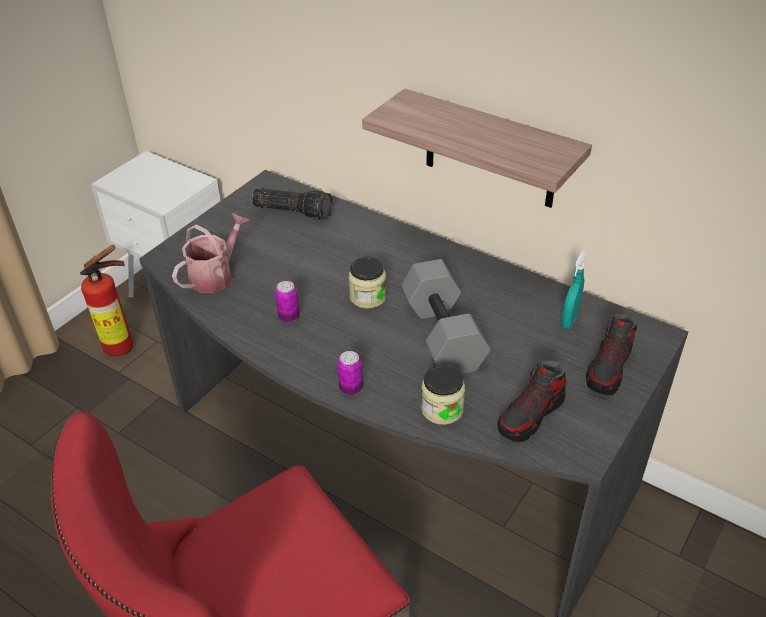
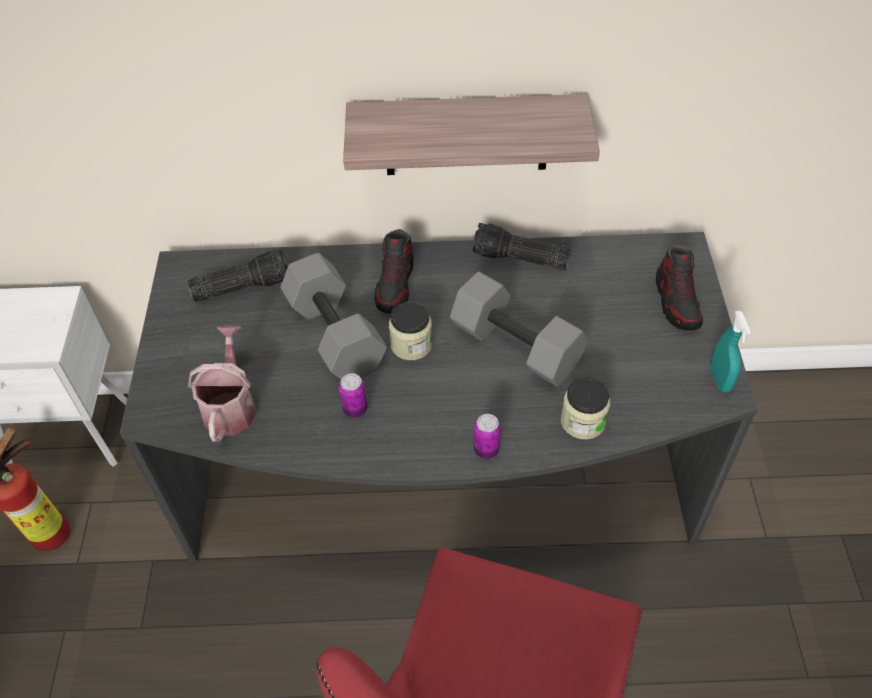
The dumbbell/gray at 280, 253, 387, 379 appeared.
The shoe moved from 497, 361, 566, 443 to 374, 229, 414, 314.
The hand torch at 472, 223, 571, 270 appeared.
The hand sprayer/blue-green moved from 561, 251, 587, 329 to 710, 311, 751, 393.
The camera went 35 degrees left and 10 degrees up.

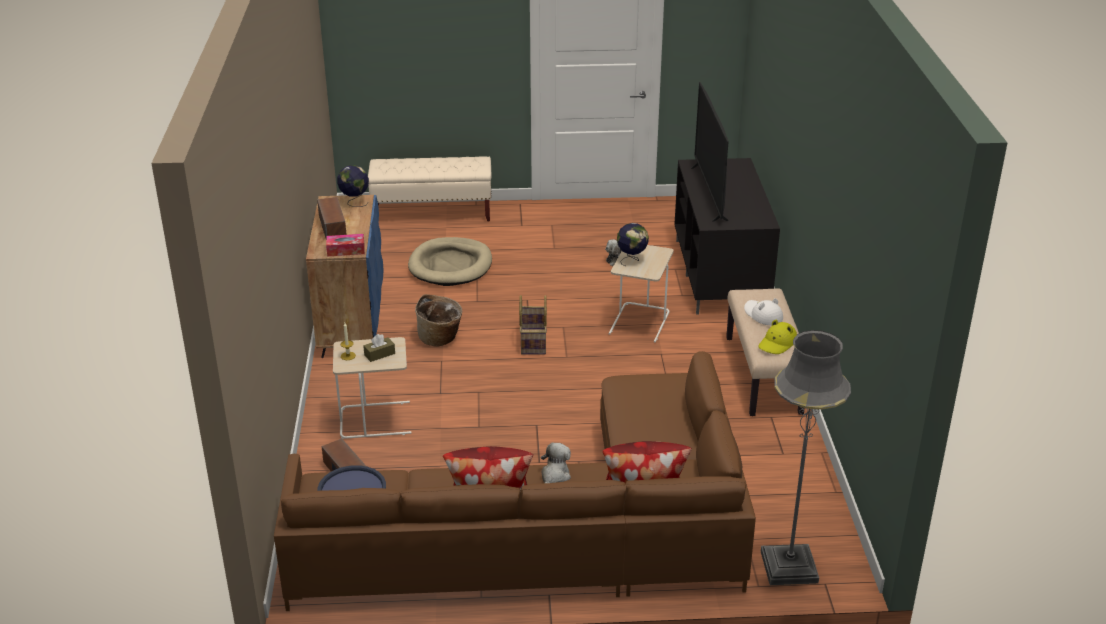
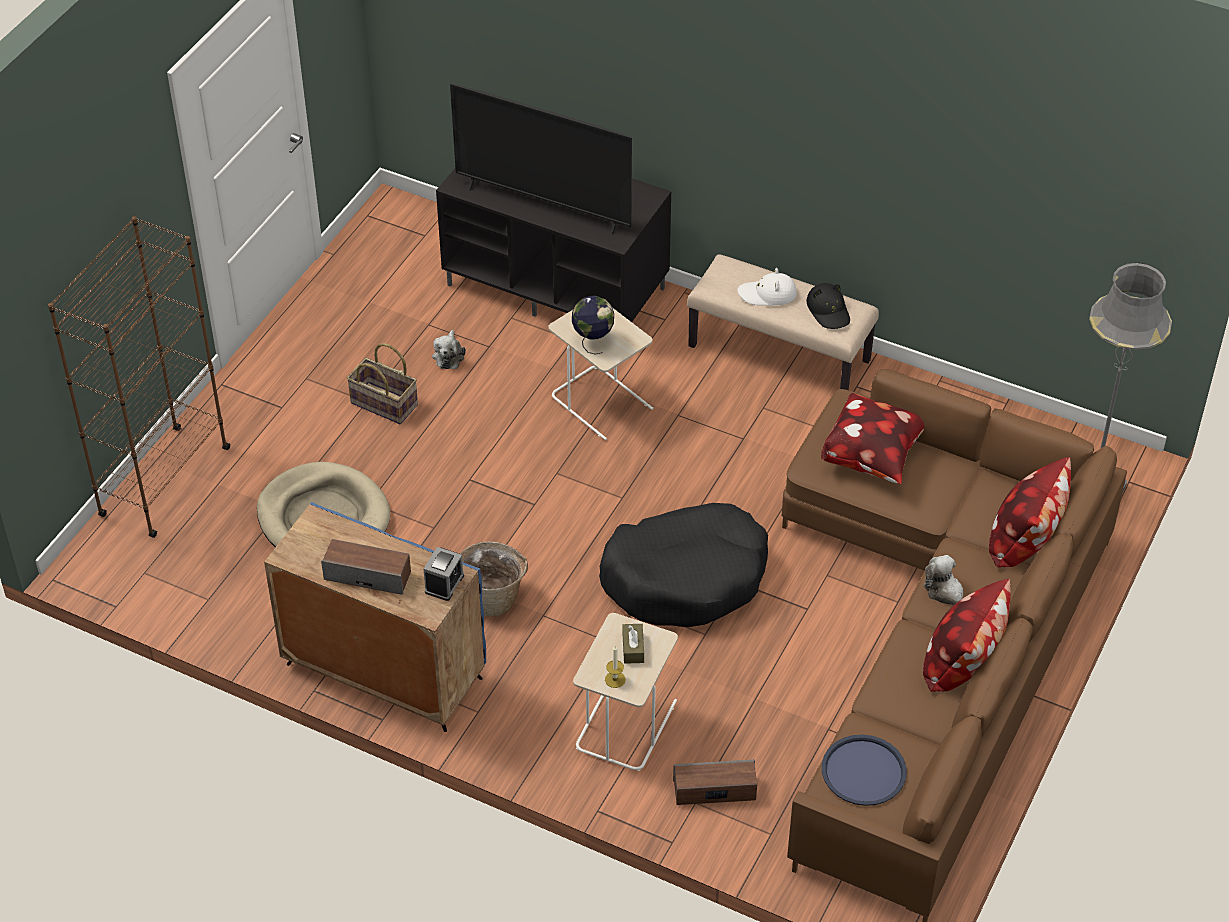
The long seat/beige at 368, 156, 492, 221 was replaced by the bookshelf/brown at 48, 216, 231, 538.
The storage basket moved from 519, 295, 547, 355 to 347, 343, 418, 424.
The tissue box at 326, 234, 365, 256 was replaced by the bedside clock at 424, 547, 464, 601.
The pet bed/black at 599, 503, 768, 627 appeared.
The clothing hat/yellow at 758, 320, 797, 354 became the clothing hat/black at 807, 283, 850, 329.
The cushion at 821, 393, 924, 484 appeared.
The world globe at 337, 165, 369, 207 disappeared.
The camera went 60 degrees left and 15 degrees up.

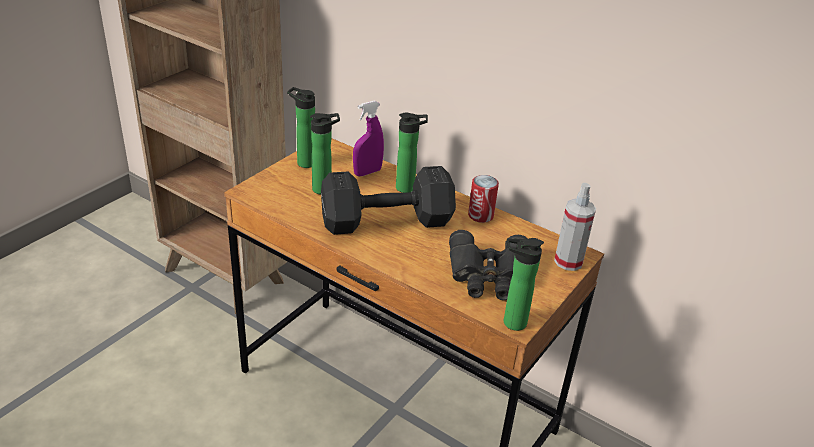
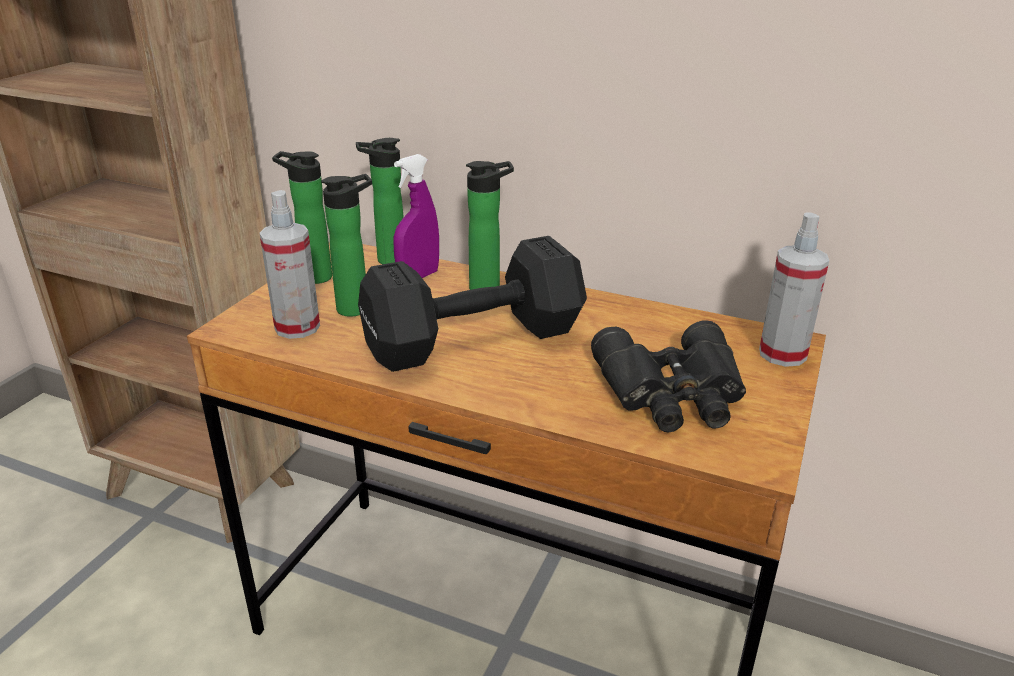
The hand sprayer at 259, 190, 320, 339 appeared.
The beverage bottle moved from 504, 238, 544, 331 to 356, 138, 403, 264.
The metal can at 468, 175, 499, 223 disappeared.
The camera went 10 degrees left and 5 degrees down.

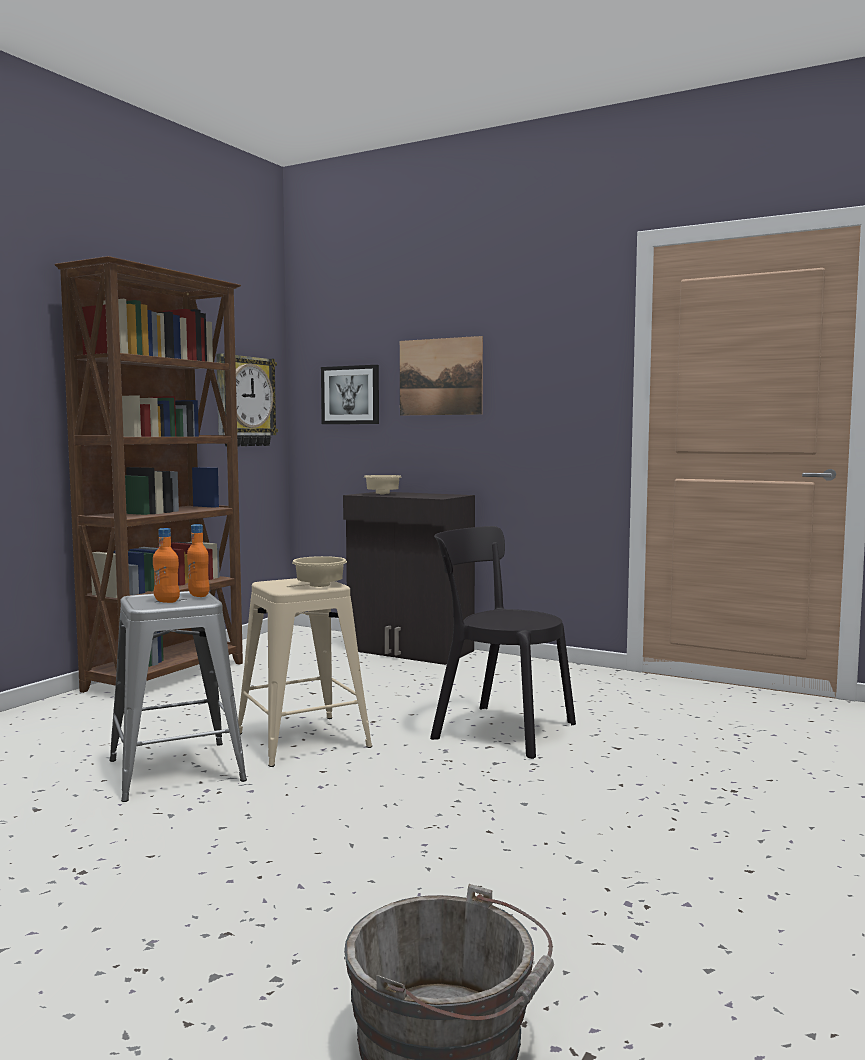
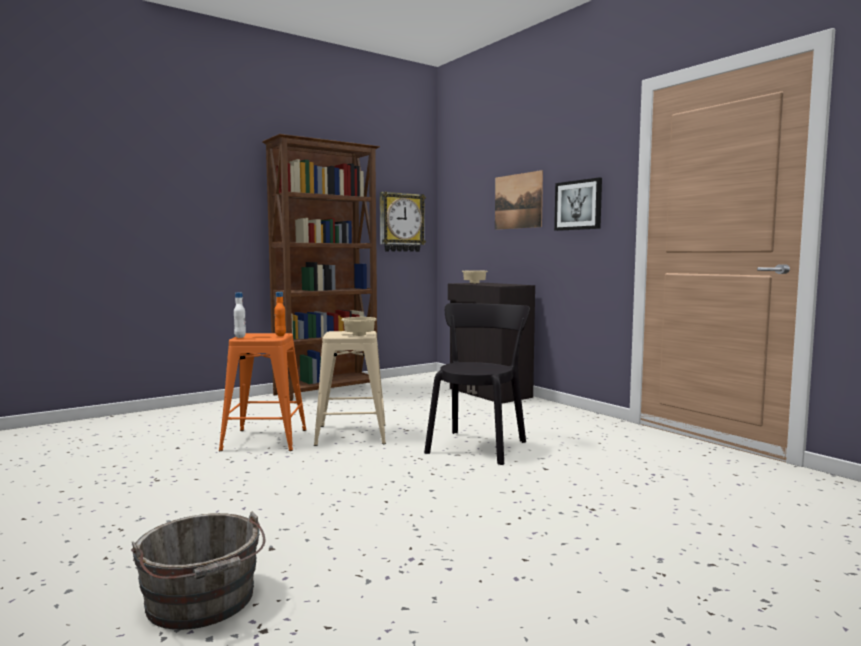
The stool/gray at 109, 591, 247, 802 became the stool/orangey at 219, 333, 306, 451.
The beverage bottle/whitish at 234, 293, 246, 338 appeared.
The upright chair/black at 430, 526, 576, 759 turned 60 degrees clockwise.
The picture moved from 321, 365, 379, 424 to 554, 178, 602, 231.
The beverage bottle/orangey at 153, 528, 180, 603 disappeared.
The camera went 25 degrees right and 0 degrees up.

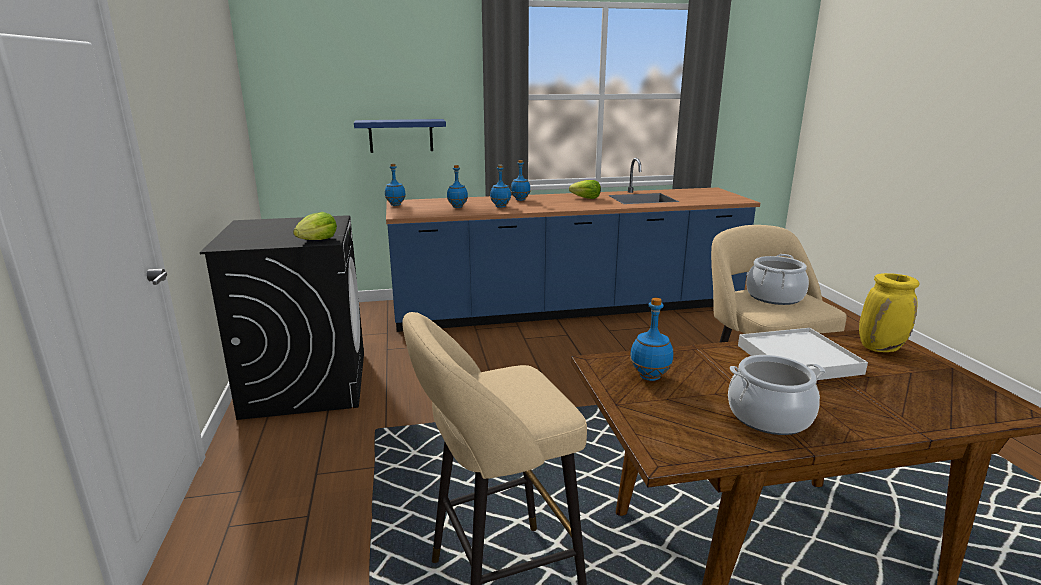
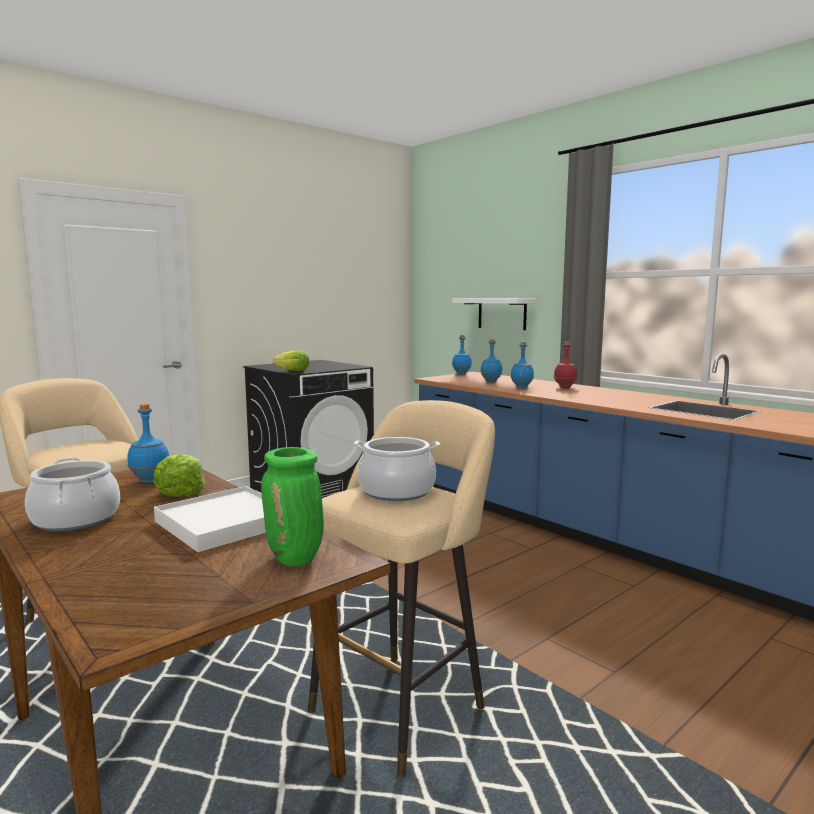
The lettuce head moved from 569, 180, 601, 199 to 153, 454, 205, 497.
The flower vase/yellow at 859, 273, 920, 352 became the flower vase/green at 261, 447, 324, 566.
The bracket shelf/blue at 354, 119, 446, 153 became the bracket shelf/whitish at 452, 298, 537, 330.
The beverage bottle/blue at 511, 160, 531, 201 became the beverage bottle/red-coloured at 554, 342, 577, 388.
The camera went 60 degrees right and 10 degrees down.

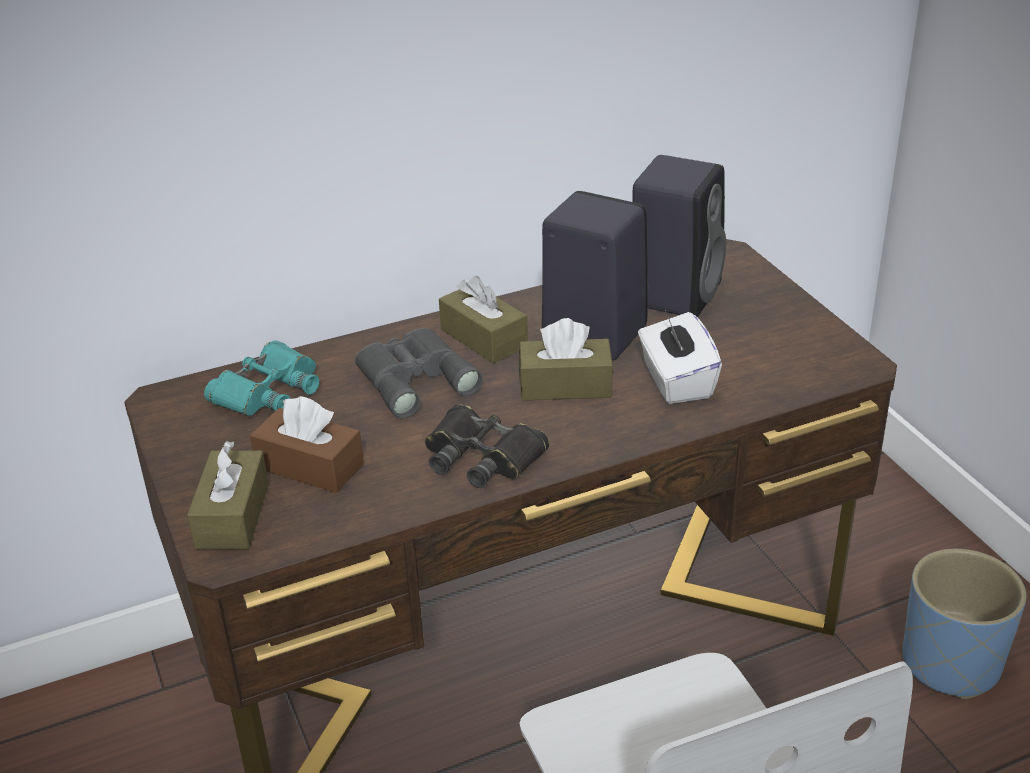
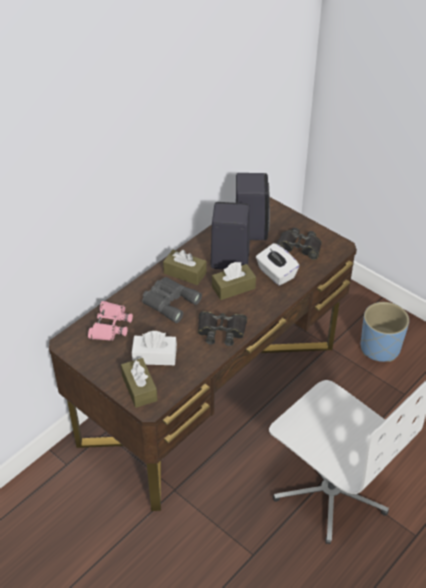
The binoculars/blue-green at 204, 340, 319, 416 became the binoculars/pinkish at 88, 301, 133, 341.
The tissue box/brown at 250, 396, 364, 493 became the tissue box/whitish at 132, 331, 177, 365.
The binoculars/black at 276, 228, 322, 260 appeared.
The camera went 25 degrees left and 10 degrees up.

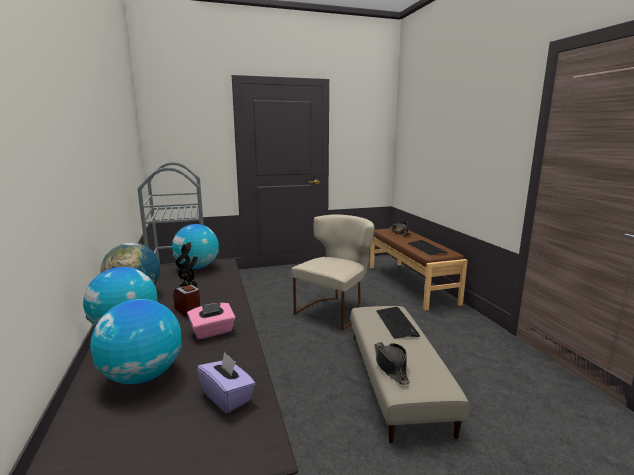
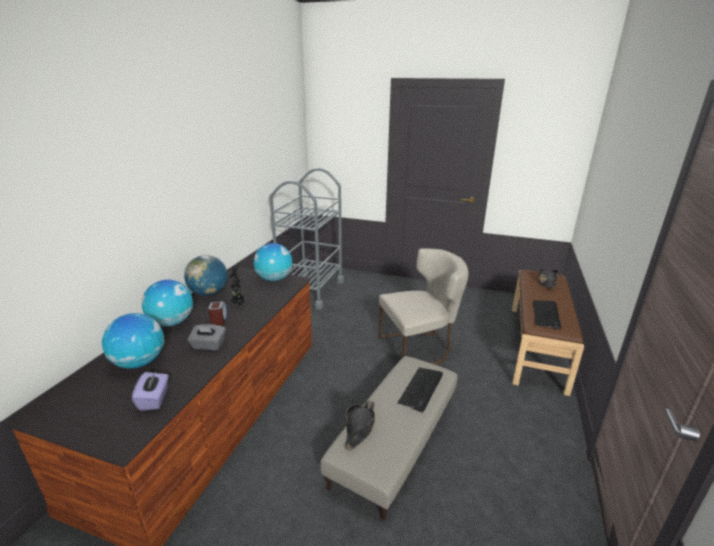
The tissue box/pinkish at 187, 302, 236, 340 became the tissue box/gray at 188, 324, 226, 350.
The camera went 35 degrees right and 10 degrees up.

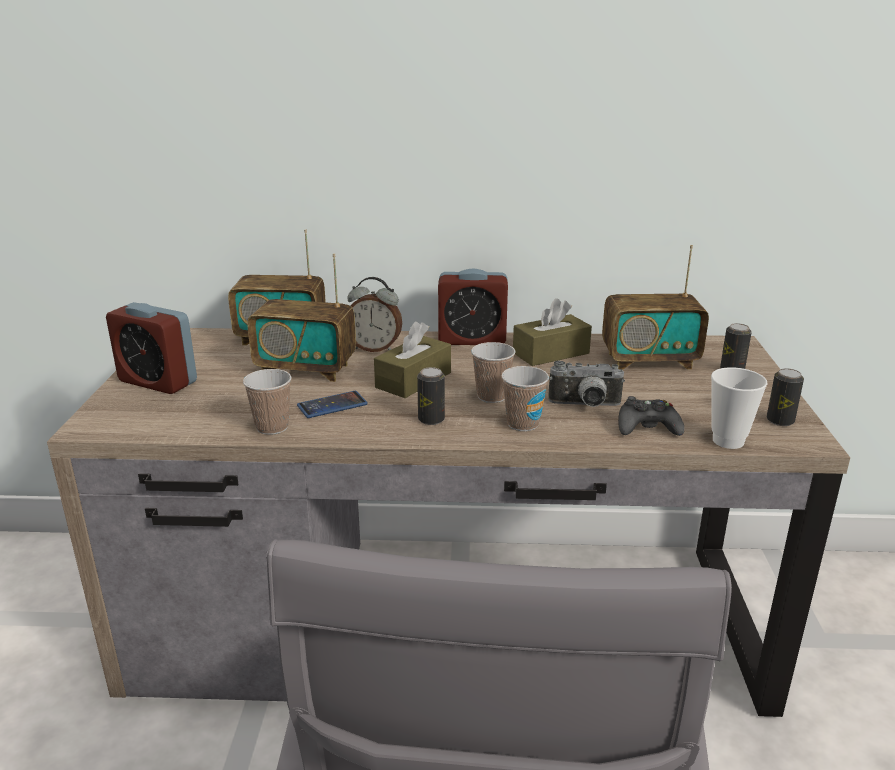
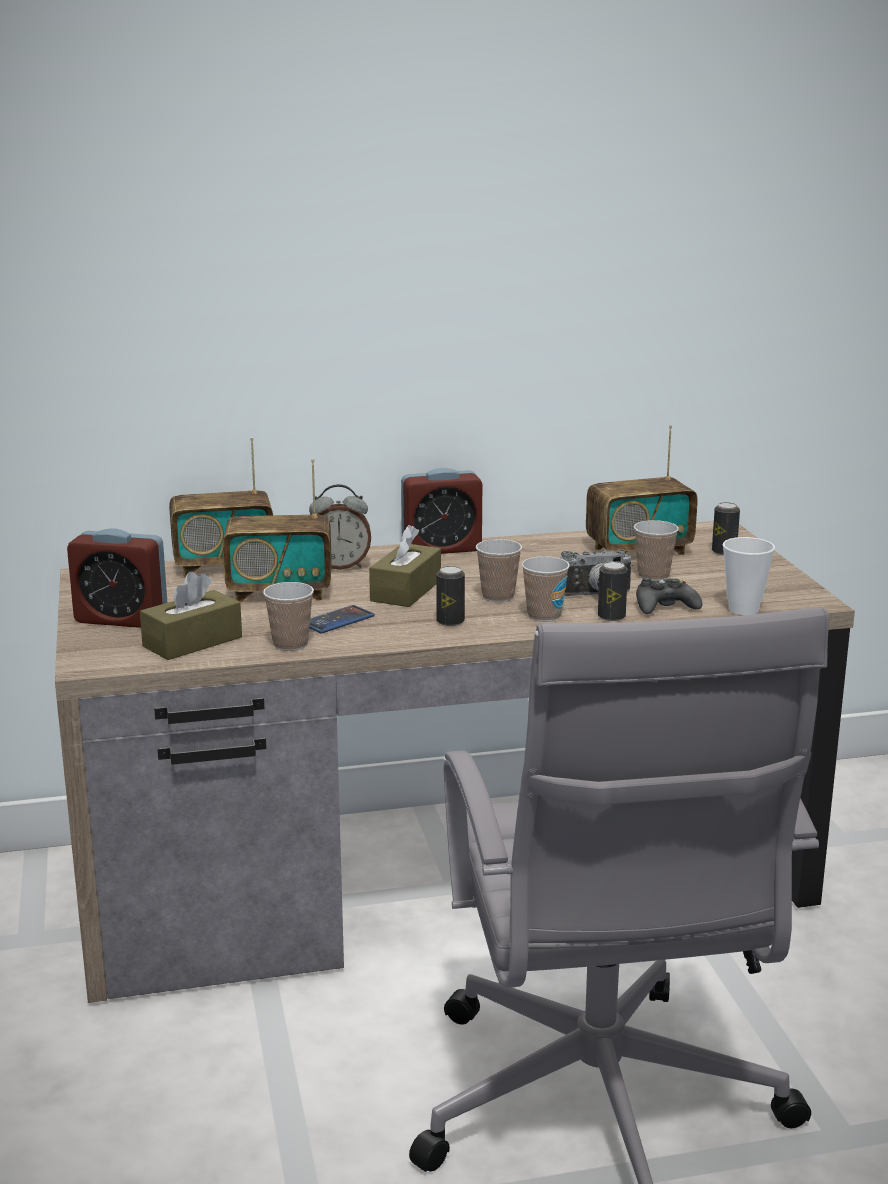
The tissue box/brown moved from 513, 298, 592, 366 to 140, 571, 242, 660.
The metal can moved from 767, 368, 804, 426 to 598, 561, 628, 621.
The cup at 634, 520, 679, 581 appeared.
The camera went 15 degrees left and 5 degrees down.

